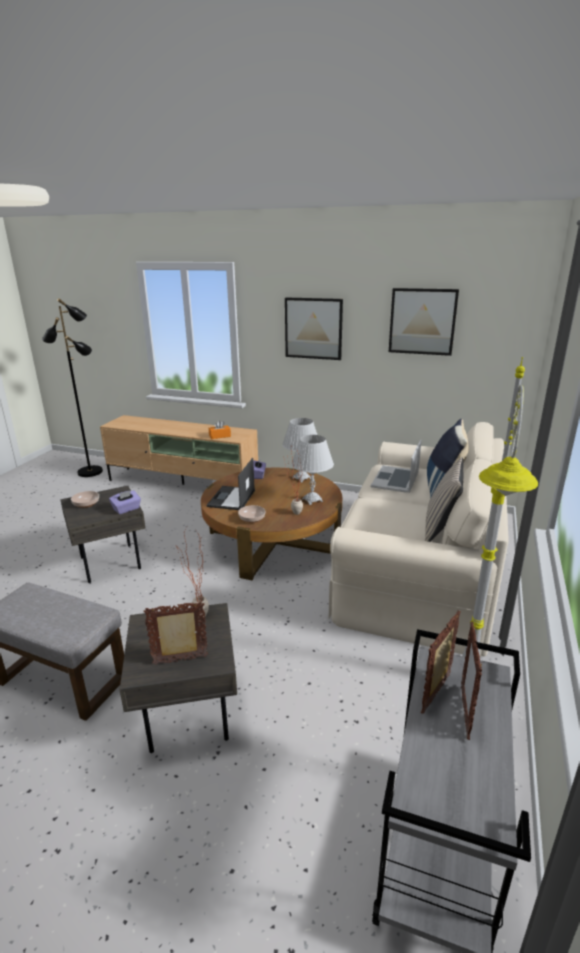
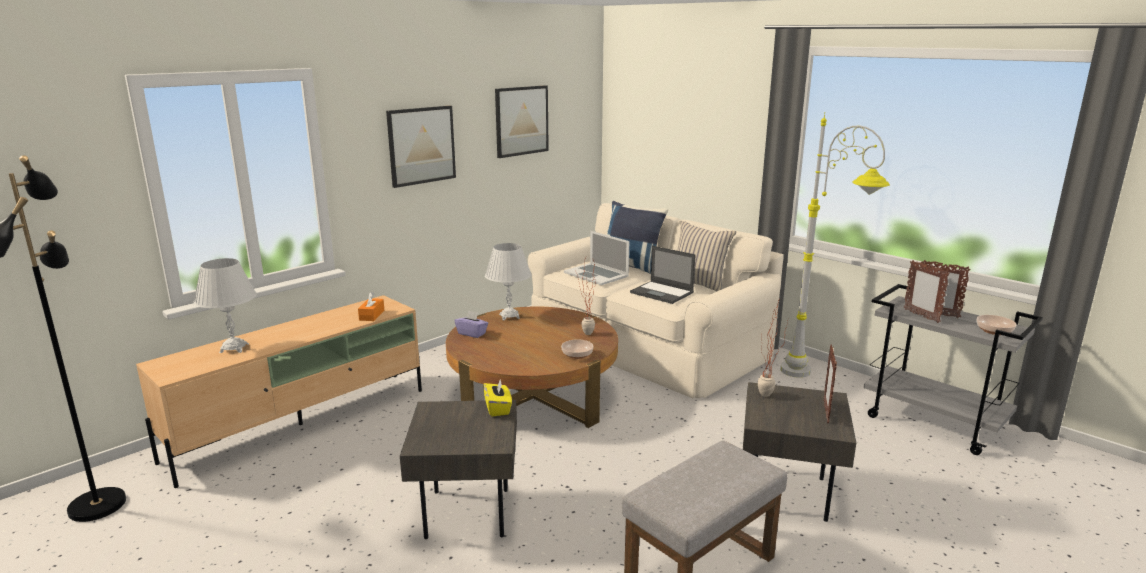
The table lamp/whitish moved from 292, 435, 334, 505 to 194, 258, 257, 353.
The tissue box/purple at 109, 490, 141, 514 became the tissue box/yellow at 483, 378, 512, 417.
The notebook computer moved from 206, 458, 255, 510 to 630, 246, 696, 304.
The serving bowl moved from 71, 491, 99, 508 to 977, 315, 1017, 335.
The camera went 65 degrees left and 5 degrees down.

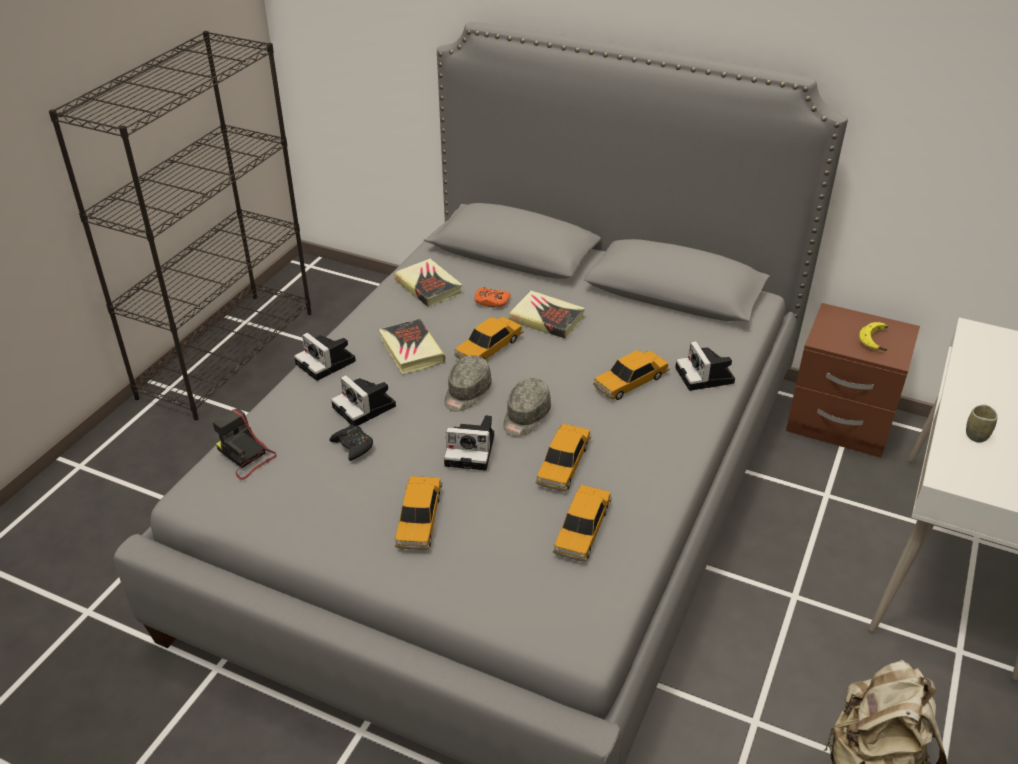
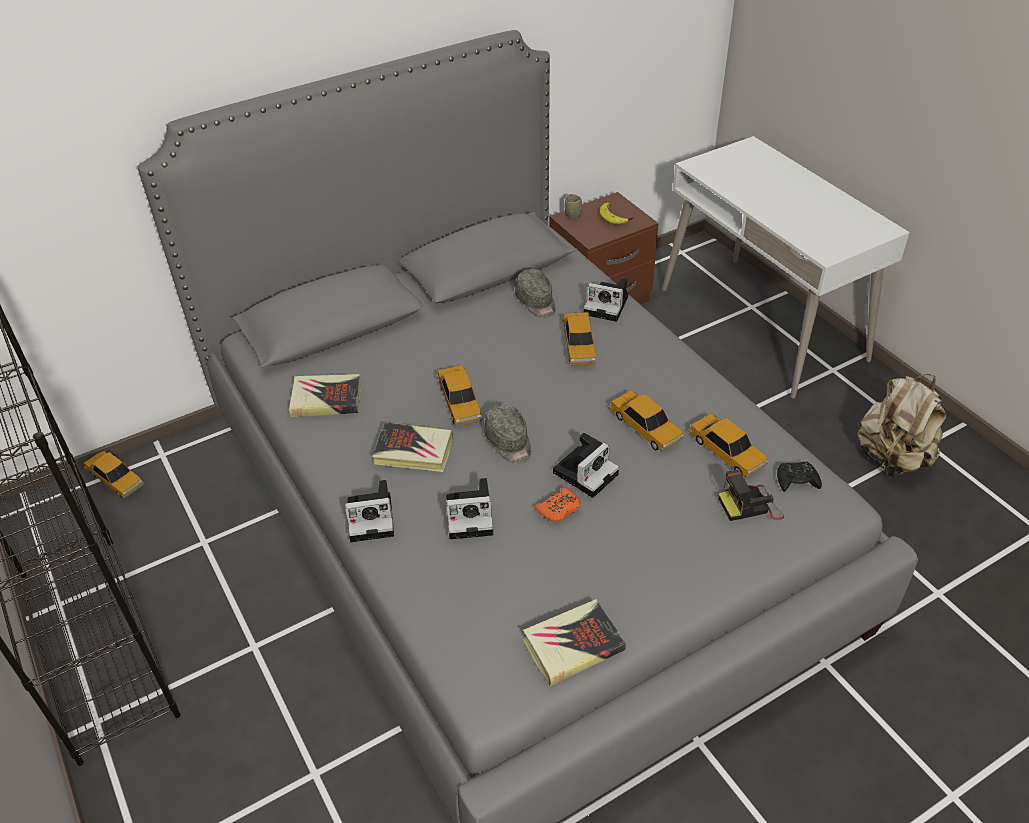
The toy car moved from 395, 476, 442, 550 to 84, 451, 144, 498.
The peaked cap/gray moved from 503, 378, 551, 436 to 515, 269, 556, 318.
The bound book moved from 509, 291, 585, 339 to 523, 599, 626, 686.
The game controller/orangey moved from 474, 287, 511, 307 to 534, 487, 581, 522.
The cup moved from 966, 404, 998, 443 to 565, 194, 582, 220.
The photo camera moved from 213, 408, 277, 480 to 718, 470, 784, 521.
The game controller/black moved from 329, 424, 373, 461 to 777, 461, 822, 492.
The camera went 55 degrees left and 5 degrees up.

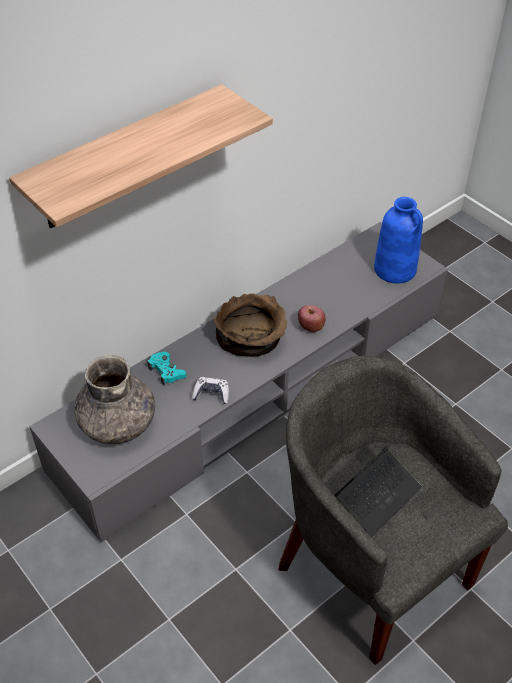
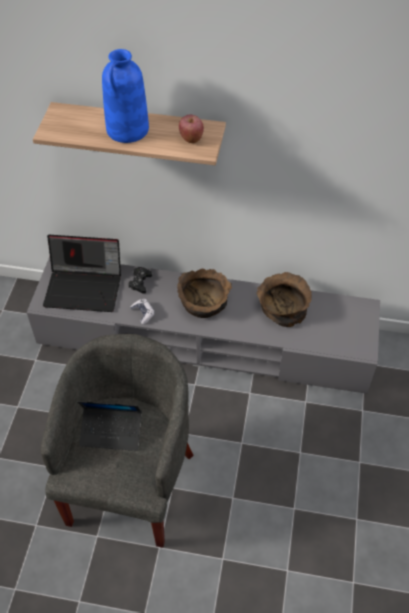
The flower vase/gray at 74, 355, 155, 444 was replaced by the notebook computer at 43, 235, 121, 312.
The flower vase/blue moved from 374, 197, 423, 284 to 102, 49, 149, 143.
The game controller/blue-green at 148, 352, 186, 386 became the game controller/black at 128, 267, 152, 294.
The apple moved from 298, 305, 326, 332 to 179, 115, 204, 143.
The serving bowl/brown at 256, 272, 312, 327 appeared.
The camera went 50 degrees right and 5 degrees up.

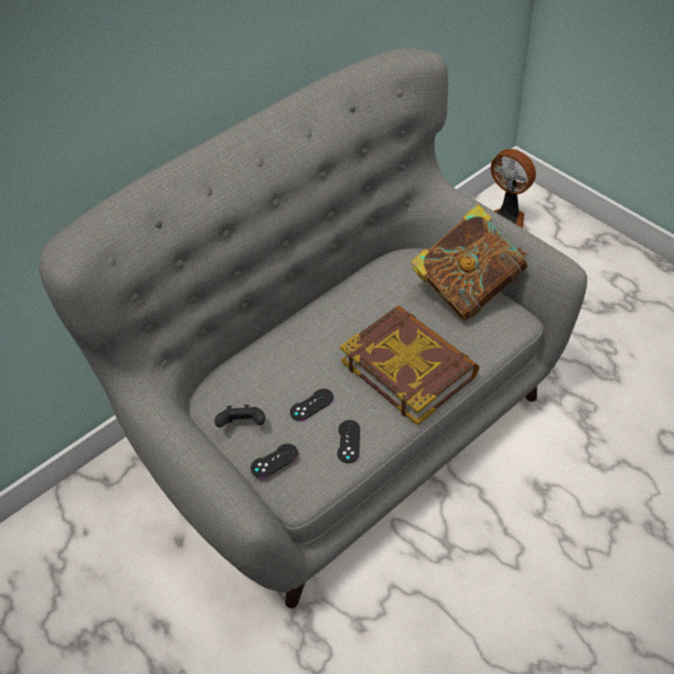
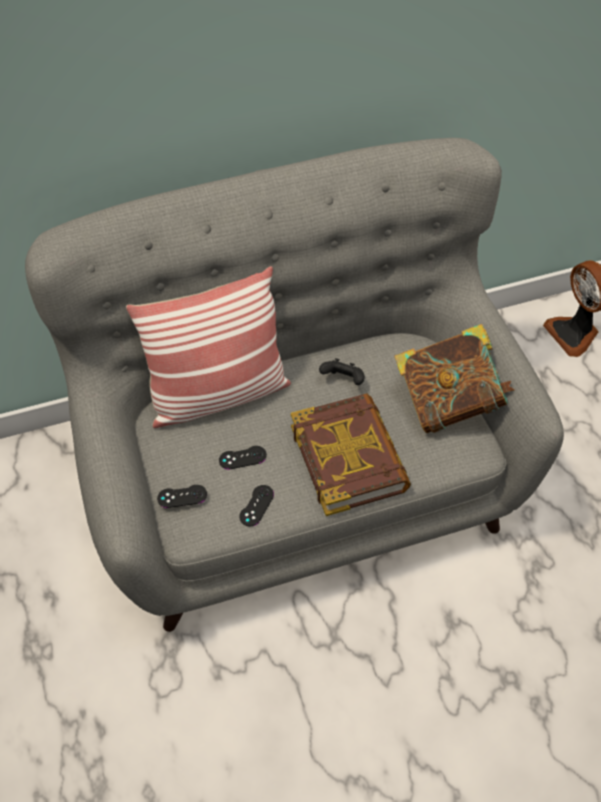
The cushion at 126, 266, 291, 428 appeared.
The game controller/black moved from 215, 405, 265, 427 to 319, 358, 365, 385.
The camera went 20 degrees right and 5 degrees up.

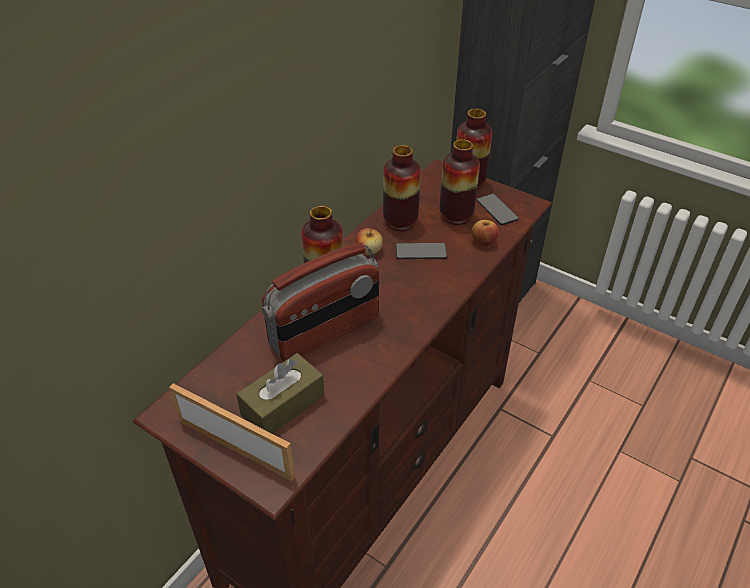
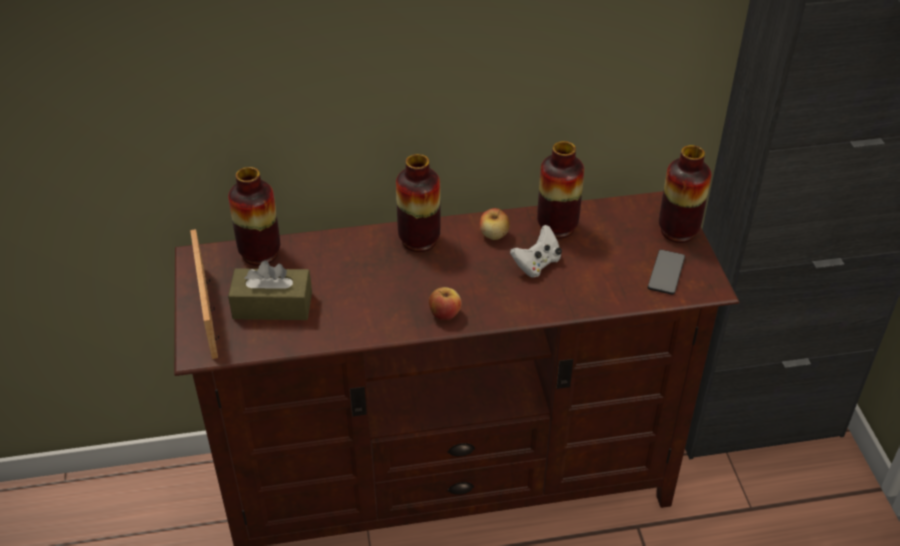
The flower vase moved from 440, 139, 480, 225 to 228, 167, 280, 266.
The apple moved from 472, 220, 499, 246 to 429, 287, 461, 320.
The phone at 396, 243, 447, 259 was replaced by the game controller/whitish at 510, 225, 562, 278.
The radio receiver at 262, 242, 379, 362 disappeared.
The camera went 45 degrees right and 0 degrees up.

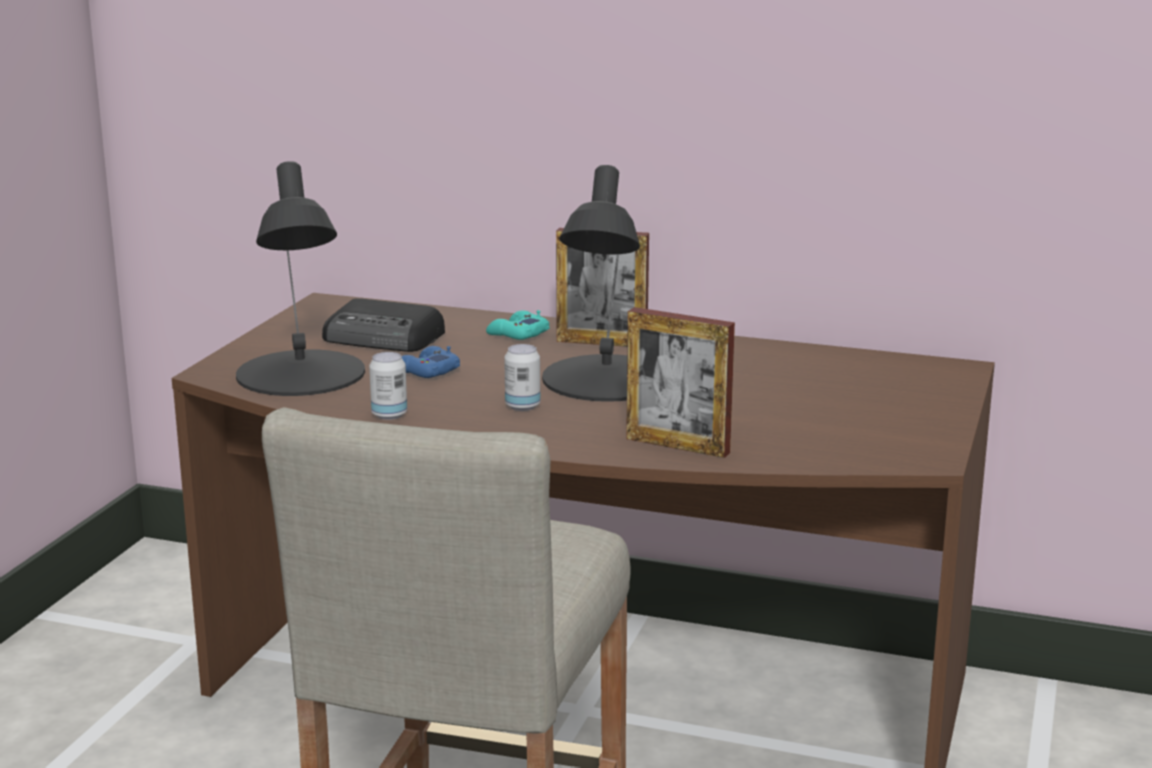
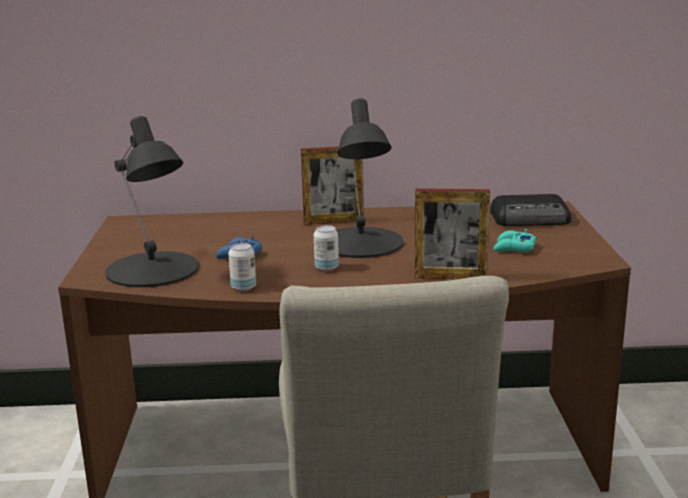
The radio receiver moved from 322, 298, 445, 352 to 490, 194, 571, 226.
The game controller/blue-green moved from 486, 310, 550, 340 to 493, 229, 536, 252.
The camera went 20 degrees left and 0 degrees up.

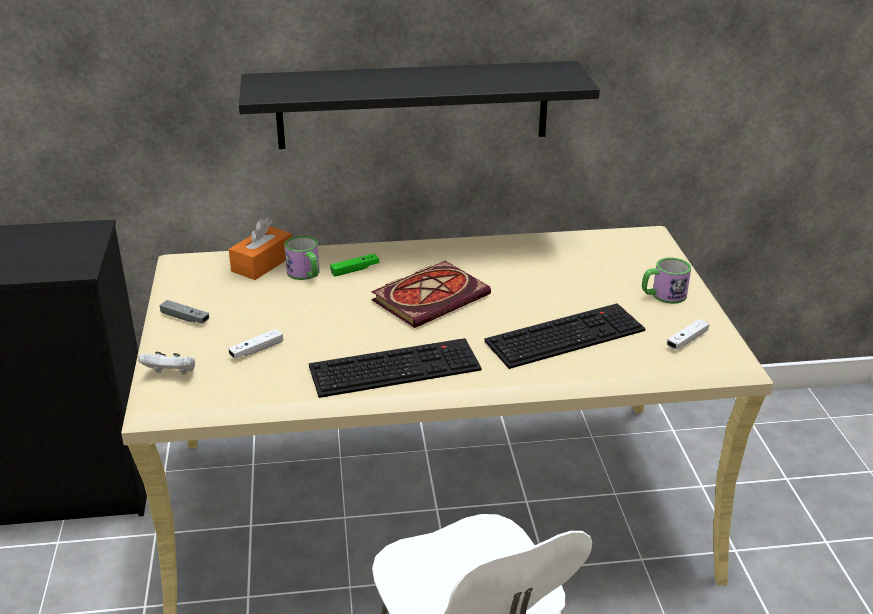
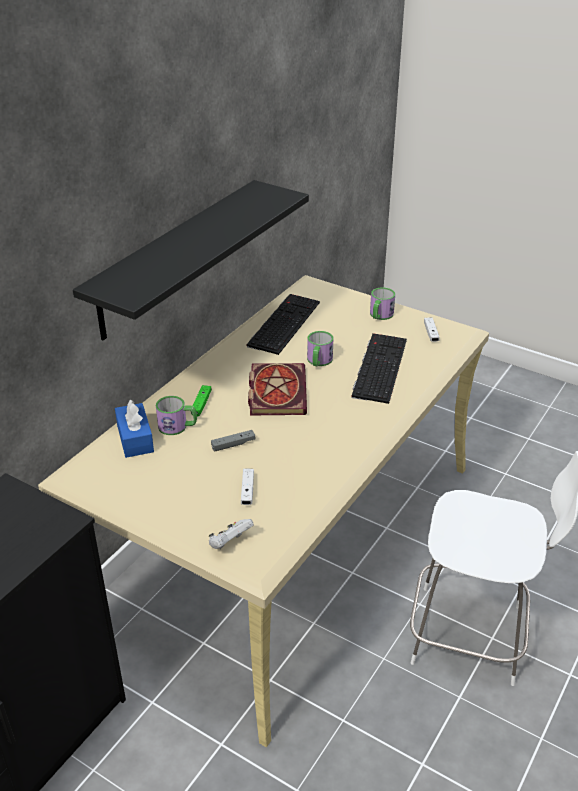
The tissue box/orangey at 229, 218, 292, 280 became the tissue box/blue at 115, 400, 154, 458.
The game controller/gray moved from 160, 300, 210, 324 to 211, 430, 255, 451.
The PC keyboard moved from 309, 338, 482, 398 to 247, 294, 320, 355.
The mug at 307, 331, 334, 366 appeared.
The camera went 50 degrees left and 5 degrees up.

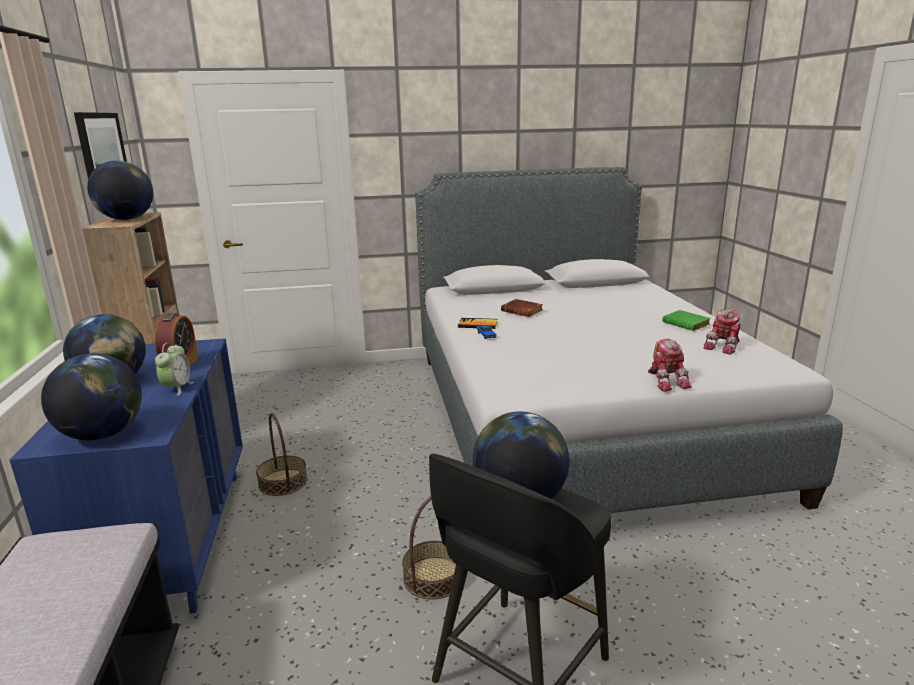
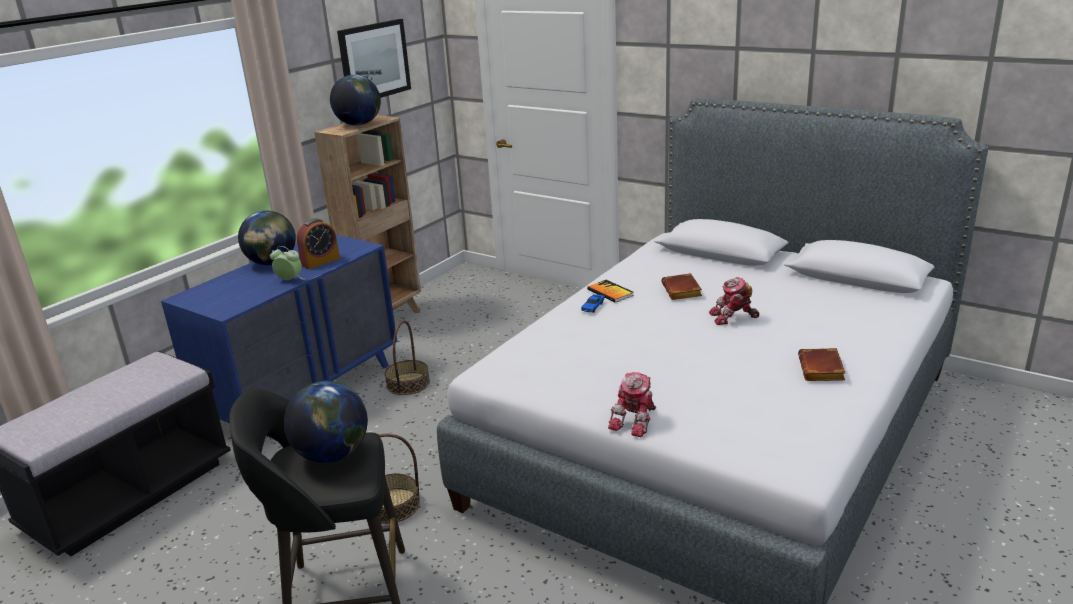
The bedside clock at 155, 342, 193, 396 turned 120 degrees counterclockwise.
The toy robot moved from 703, 309, 741, 355 to 709, 277, 760, 325.
The bound book/green at 662, 310, 711, 331 became the bound book/brown at 798, 348, 846, 381.
The world globe at 41, 354, 142, 440 disappeared.
The camera went 45 degrees right and 5 degrees up.

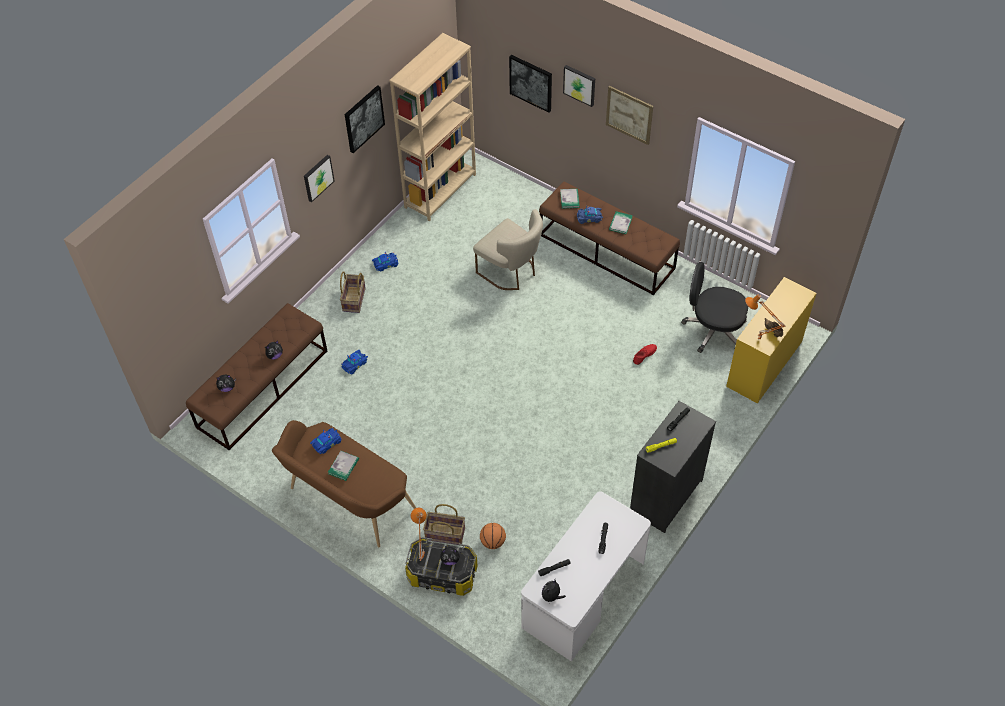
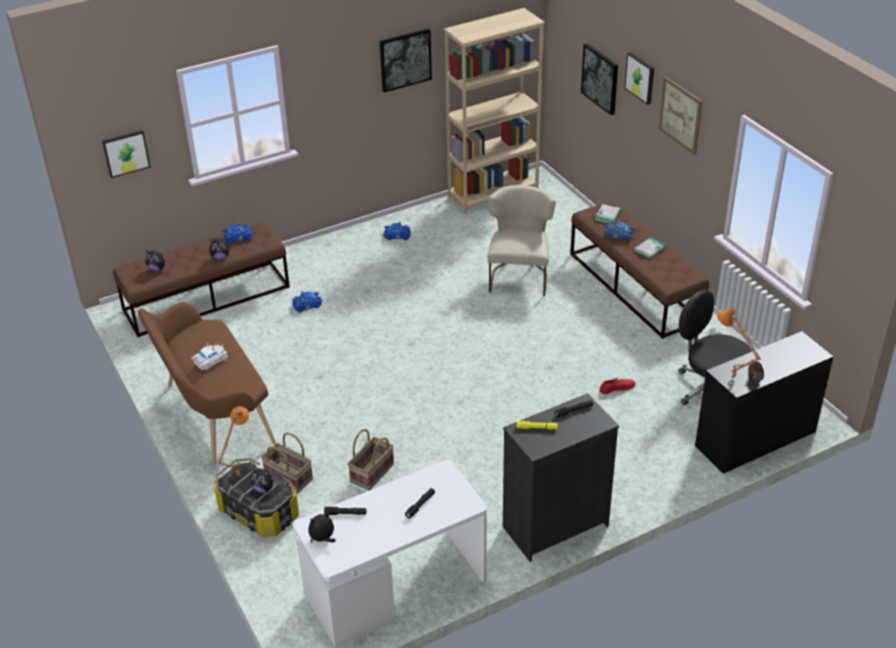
The picture moved from 304, 155, 335, 202 to 102, 130, 150, 178.
The bound book at 328, 451, 359, 481 was replaced by the toy car/whitish at 191, 343, 228, 370.
The toy car/blue moved from 310, 427, 341, 454 to 222, 222, 253, 243.
The storage basket moved from 340, 271, 366, 313 to 348, 429, 394, 491.
The upright chair/beige at 473, 209, 543, 290 turned 150 degrees counterclockwise.
The desk table/yellow at 726, 277, 816, 404 became the desk table/black at 695, 331, 833, 474.
The basketball ball at 480, 523, 506, 549 disappeared.
The camera went 25 degrees right and 15 degrees down.

